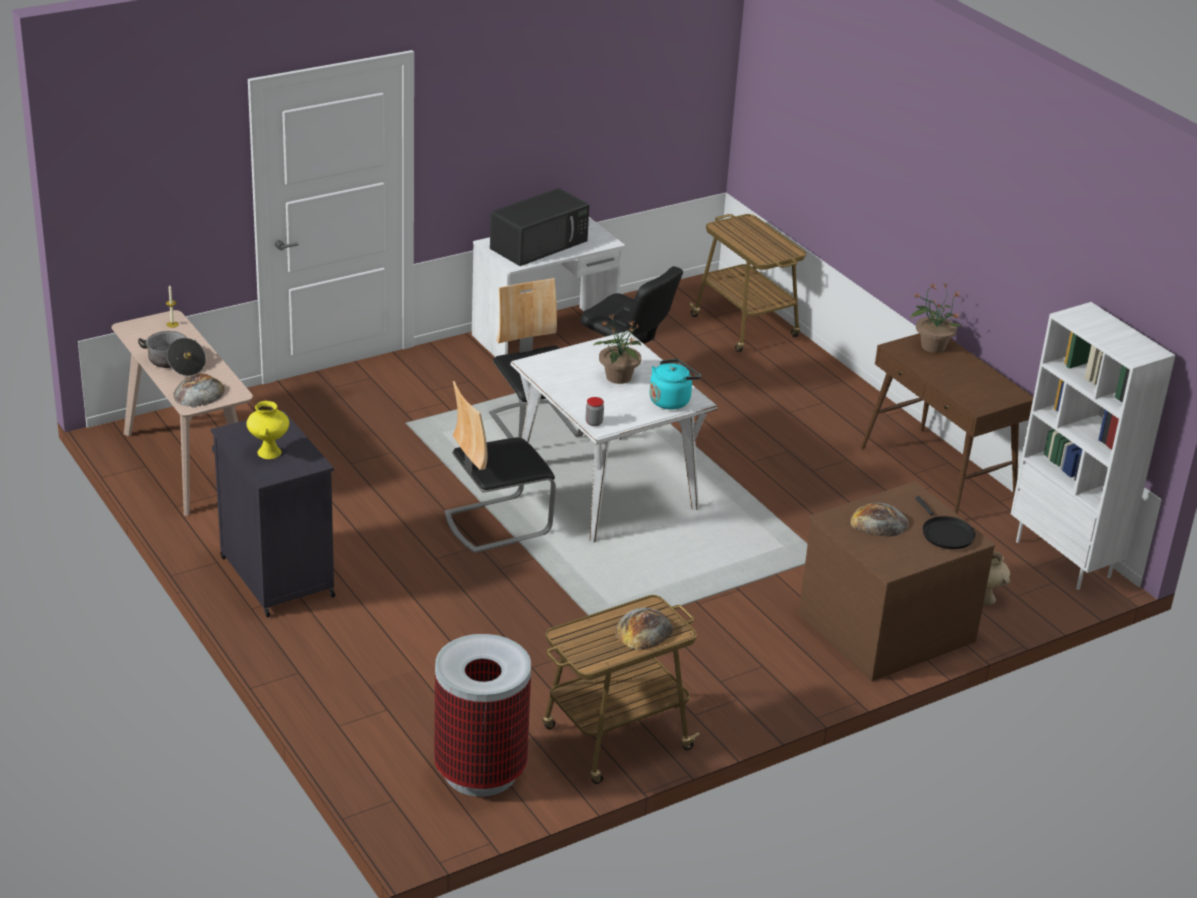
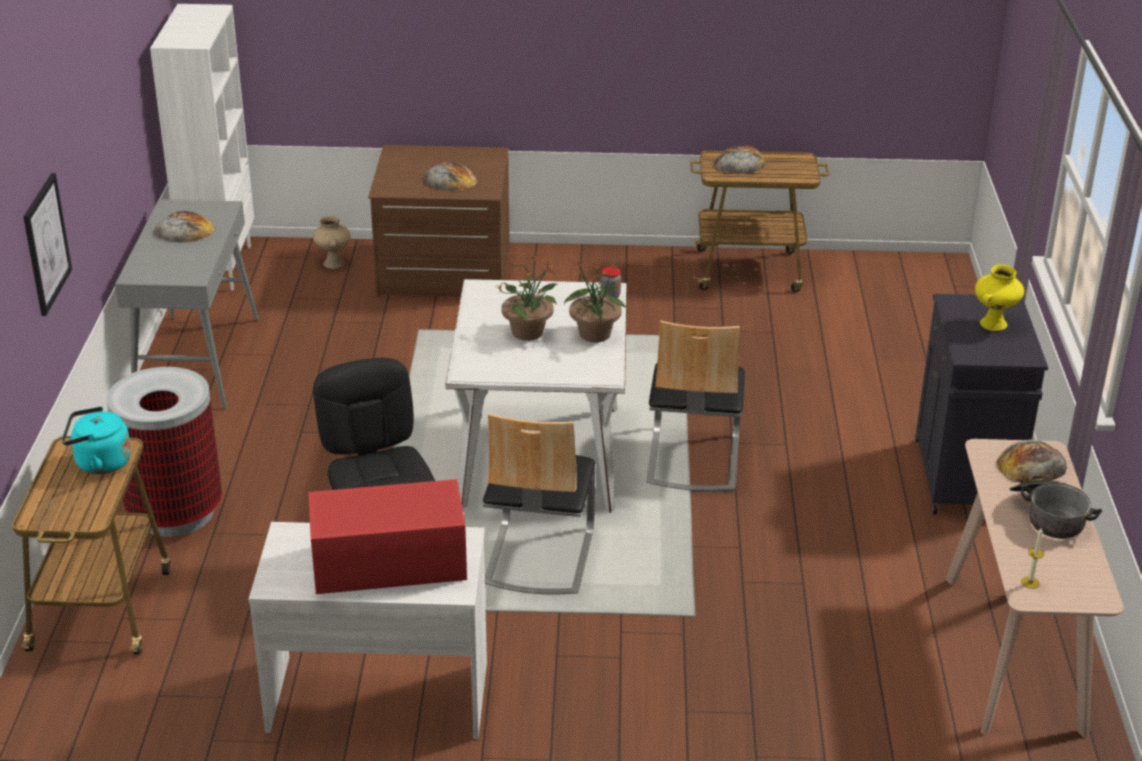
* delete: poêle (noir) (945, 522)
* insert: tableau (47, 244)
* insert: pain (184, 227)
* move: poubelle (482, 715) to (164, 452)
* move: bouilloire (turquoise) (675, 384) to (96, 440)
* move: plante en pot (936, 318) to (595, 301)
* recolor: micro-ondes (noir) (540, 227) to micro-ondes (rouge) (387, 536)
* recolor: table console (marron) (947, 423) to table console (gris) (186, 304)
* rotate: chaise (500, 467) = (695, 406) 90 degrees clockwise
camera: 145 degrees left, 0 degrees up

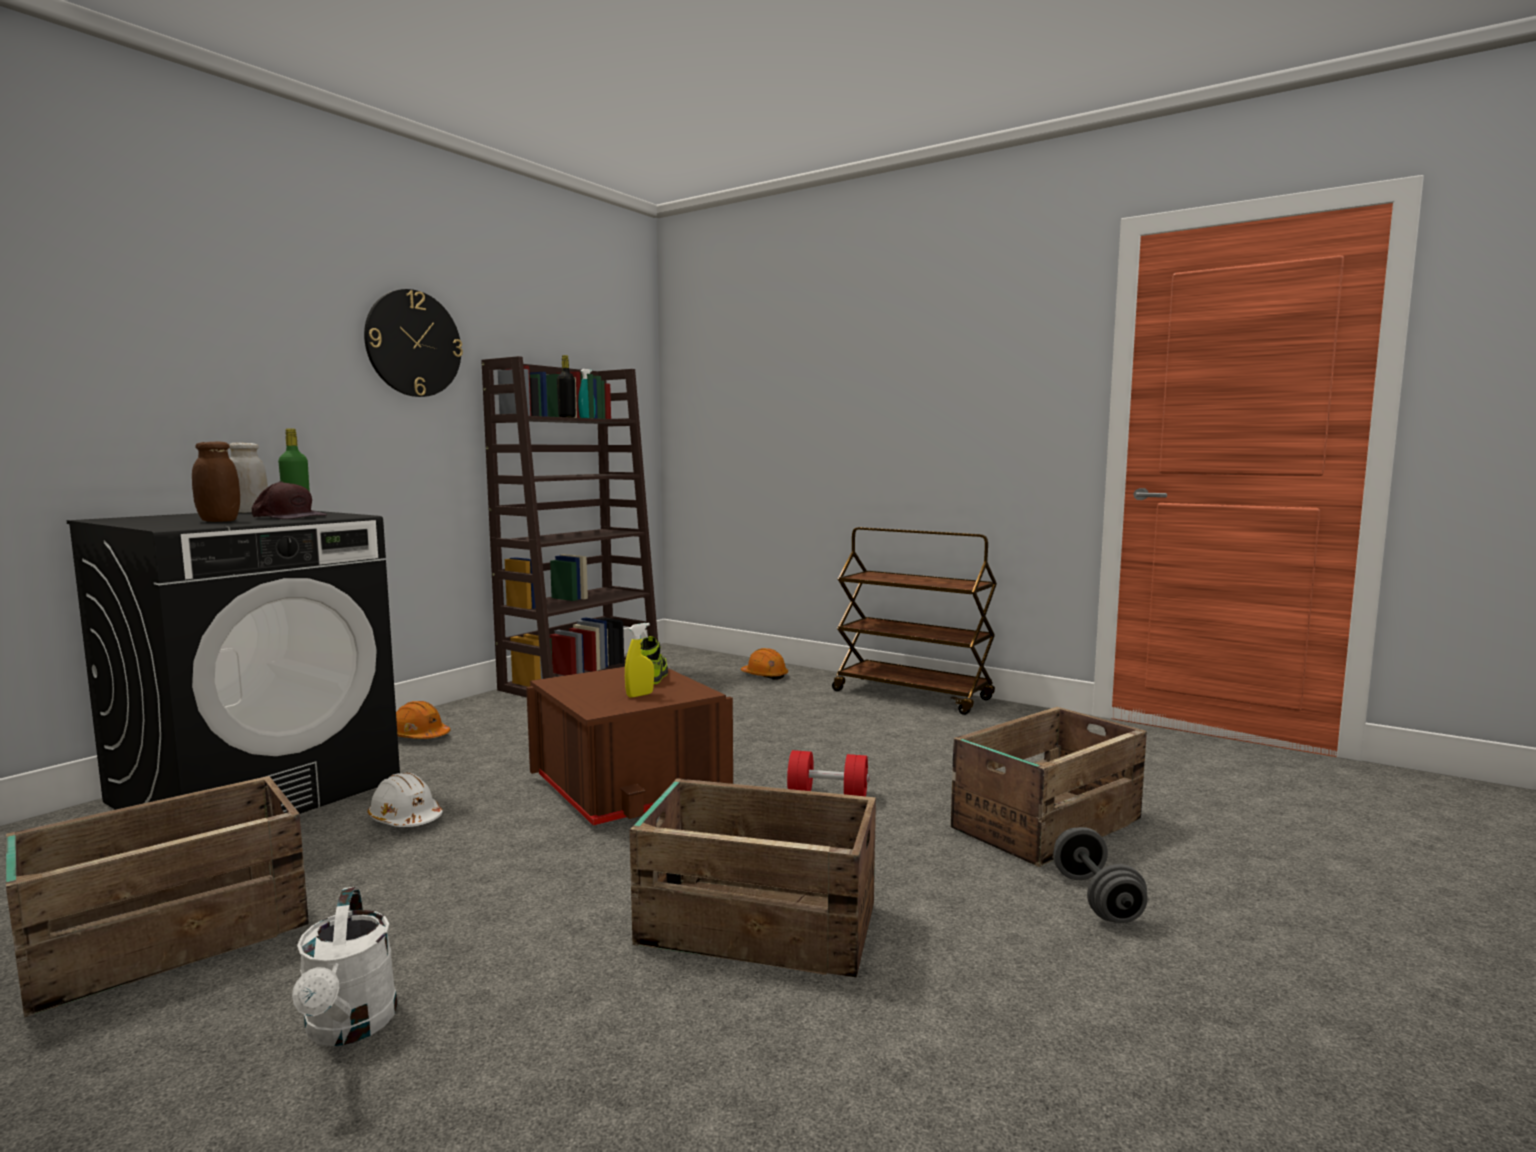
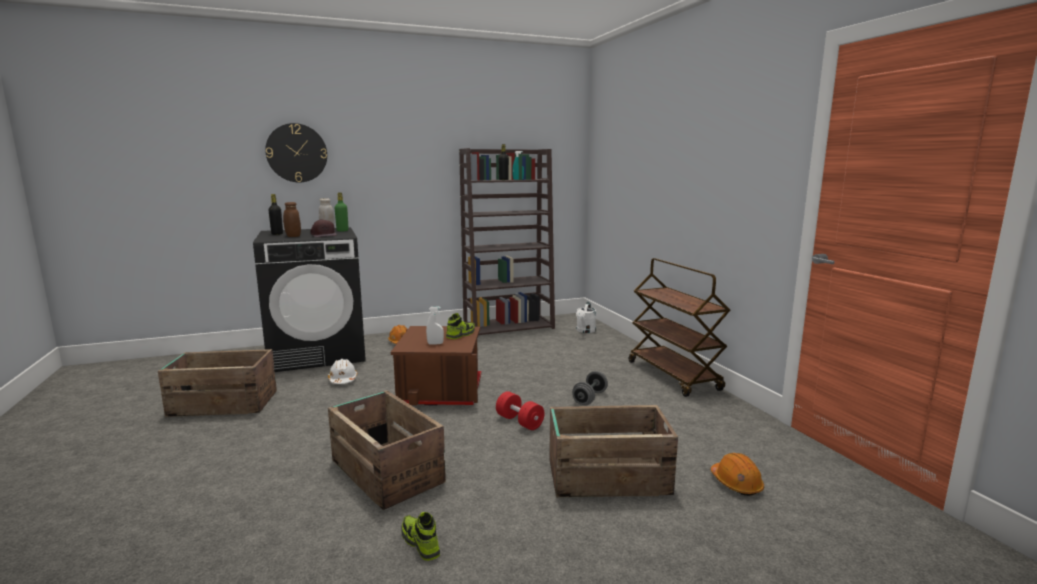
* insert: bouteille (noir) (275, 214)
* insert: chaussure (420, 536)
* move: arrosoir (blanc) (344, 966) to (586, 317)
* move: horloge murale (413, 343) to (296, 153)
* move: casque de chantier (orange) (764, 664) to (737, 474)
* move: haltère (gris) (1100, 875) to (590, 388)
* recolor: vaporisateur (jaune) (639, 660) to vaporisateur (blanc) (435, 325)
camera: 35 degrees right, 5 degrees up

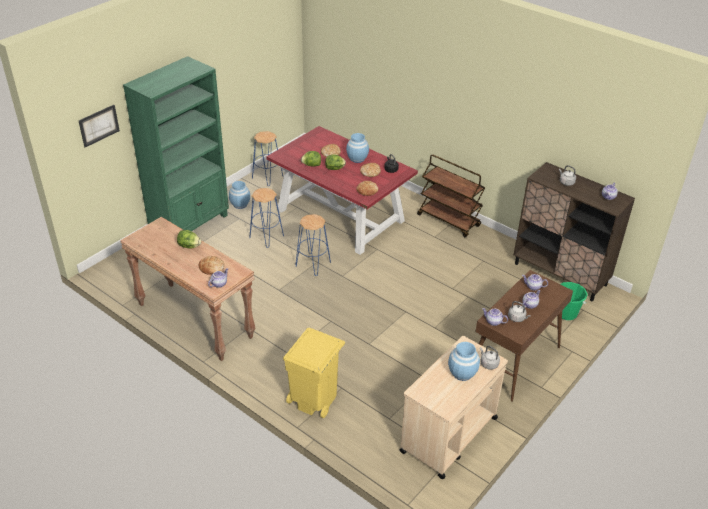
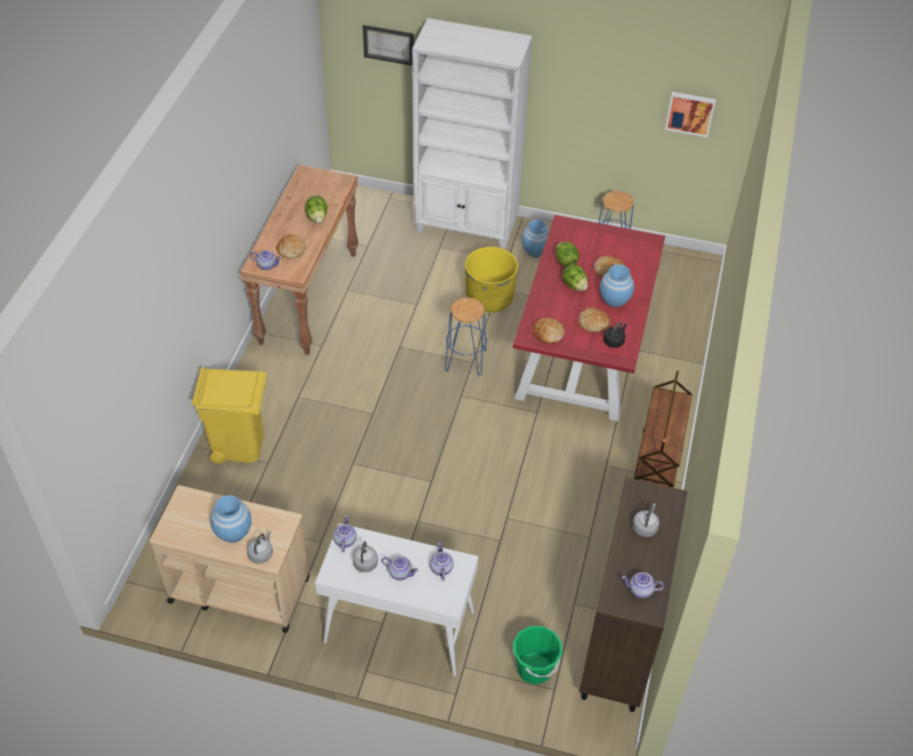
* insert: tableau (690, 114)
* replace: tabouret (bleu) (266, 218) to cache-pot (jaune) (491, 279)
* recolor: bibliothèque (vert) (176, 143) to bibliothèque (blanc) (472, 133)
* recolor: table console (marron) (524, 336) to table console (blanc) (397, 599)
camera: 65 degrees right, 10 degrees up

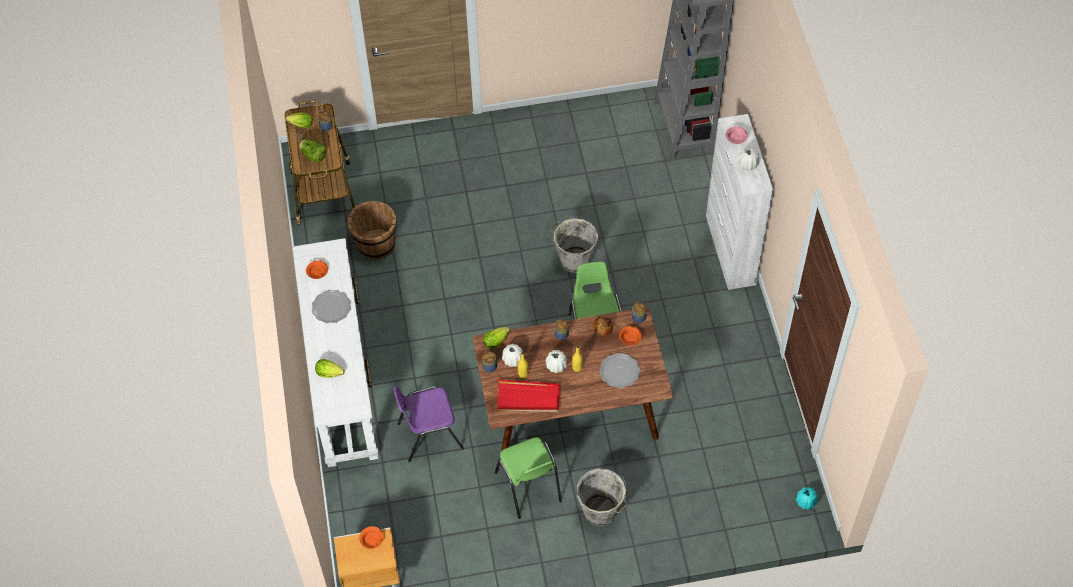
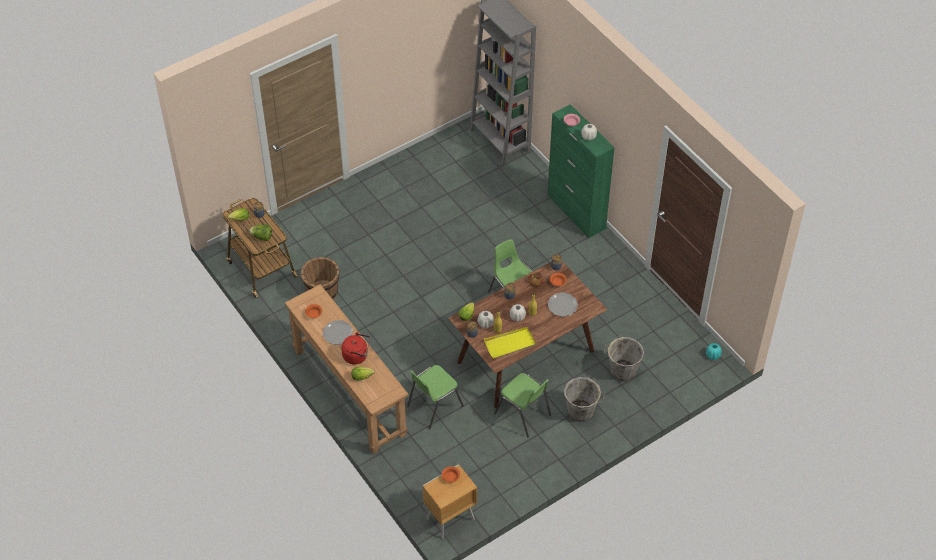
* insert: bouilloire (rouge) (355, 348)
* move: seau (gris) (574, 245) to (623, 358)
* recolor: table console (blanc) (335, 352) to table console (marron) (347, 369)
* recolor: chaise (violet) (428, 424) to chaise (vert) (435, 397)
* recolor: plateau (rouge) (528, 395) to plateau (jaune) (510, 343)
* recolor: meuble de rangement (blanc) (740, 202) to meuble de rangement (vert) (581, 171)
camera: 25 degrees left, 5 degrees down

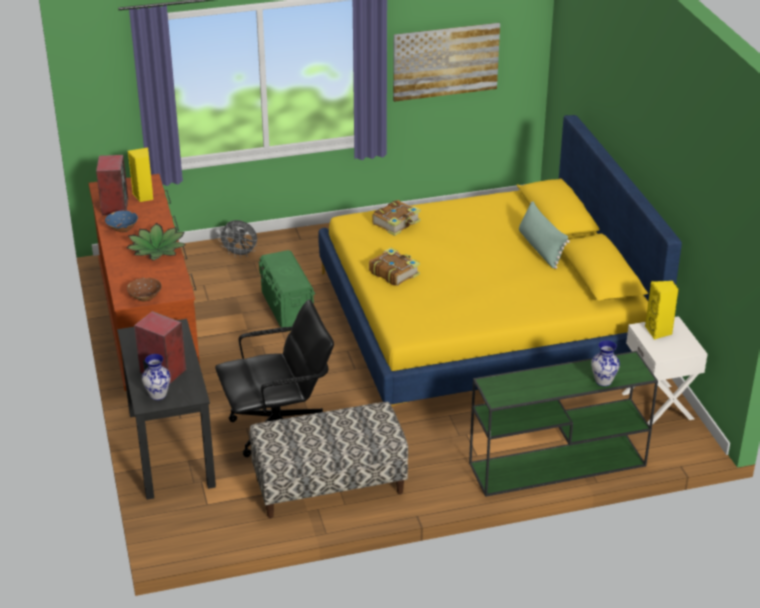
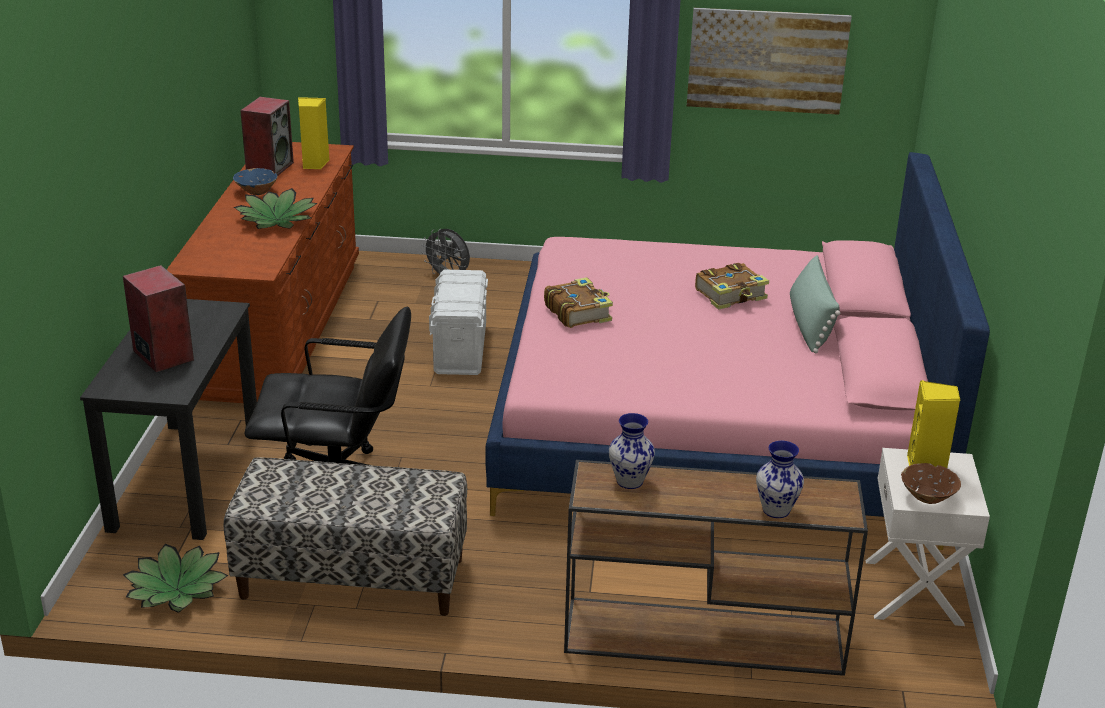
* insert: plante en pot (175, 578)
* move: bol (marron) (144, 289) to (931, 483)
* move: vase (156, 377) to (632, 451)
* move: livre (396, 218) to (732, 286)
* recolor: boîte de rangement (vert) (286, 291) to boîte de rangement (blanc) (458, 322)
* recolor: lit (jaune) (500, 261) to lit (rose) (737, 351)
* recolor: table console (vert) (563, 424) to table console (marron) (716, 568)
camera: 20 degrees right, 5 degrees down

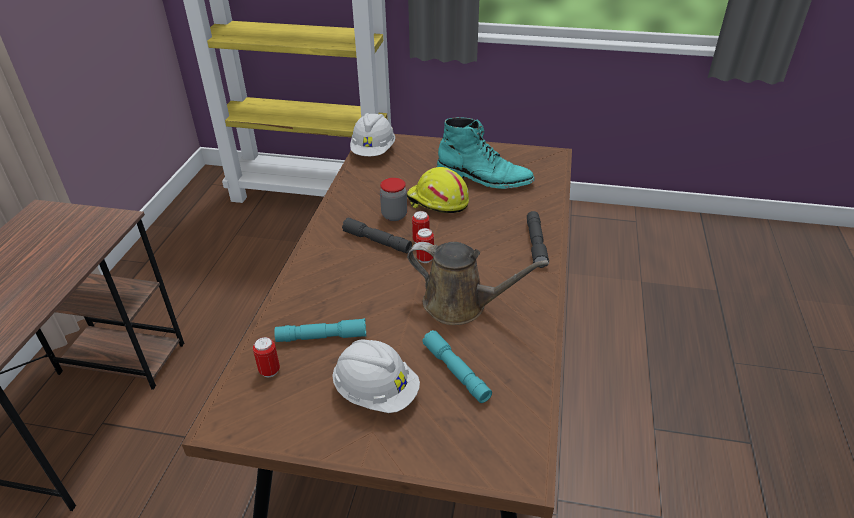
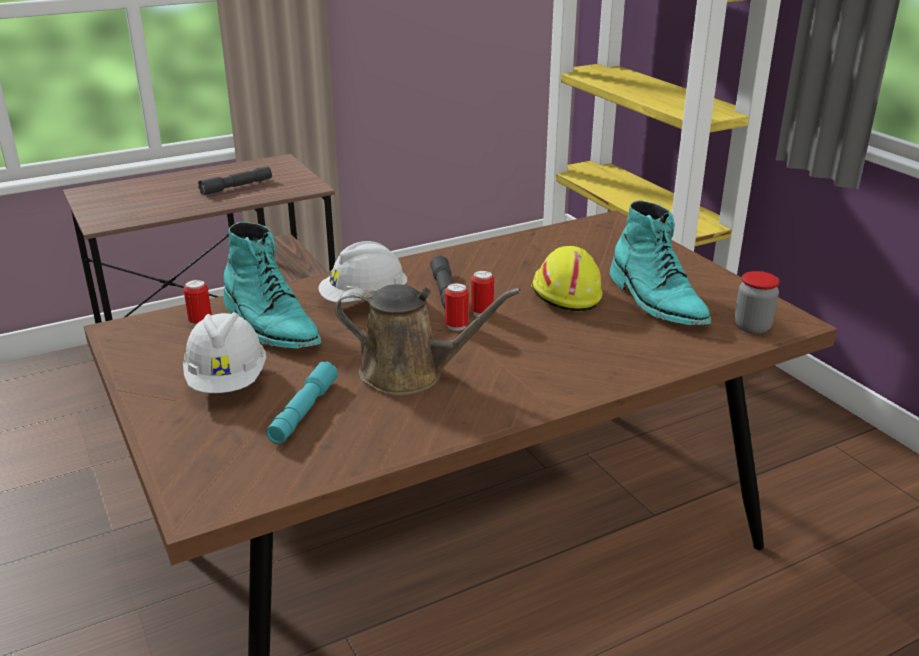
* move: casque de chantier (blanc) (372, 134) to (362, 272)
* move: bocal (393, 199) to (757, 302)
* move: lampe de poche (gris) (538, 239) to (235, 181)
* replace: lampe de poche (turquoise) (320, 330) to botte (turquoise) (272, 285)
* rotate: arrosoir (marron) (478, 283) = (428, 339) 60 degrees counterclockwise
camera: 50 degrees right, 10 degrees down

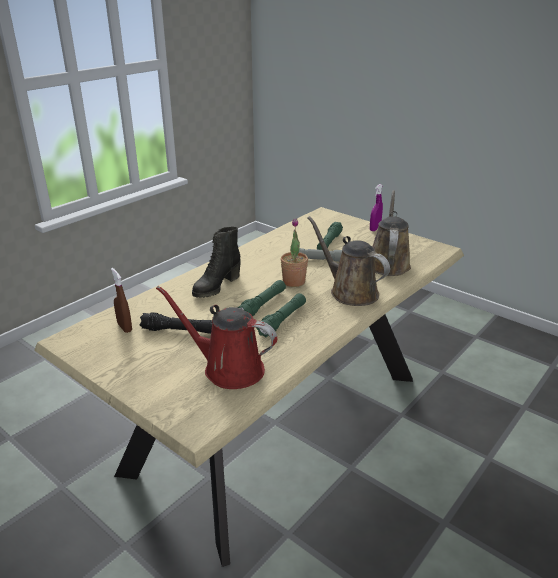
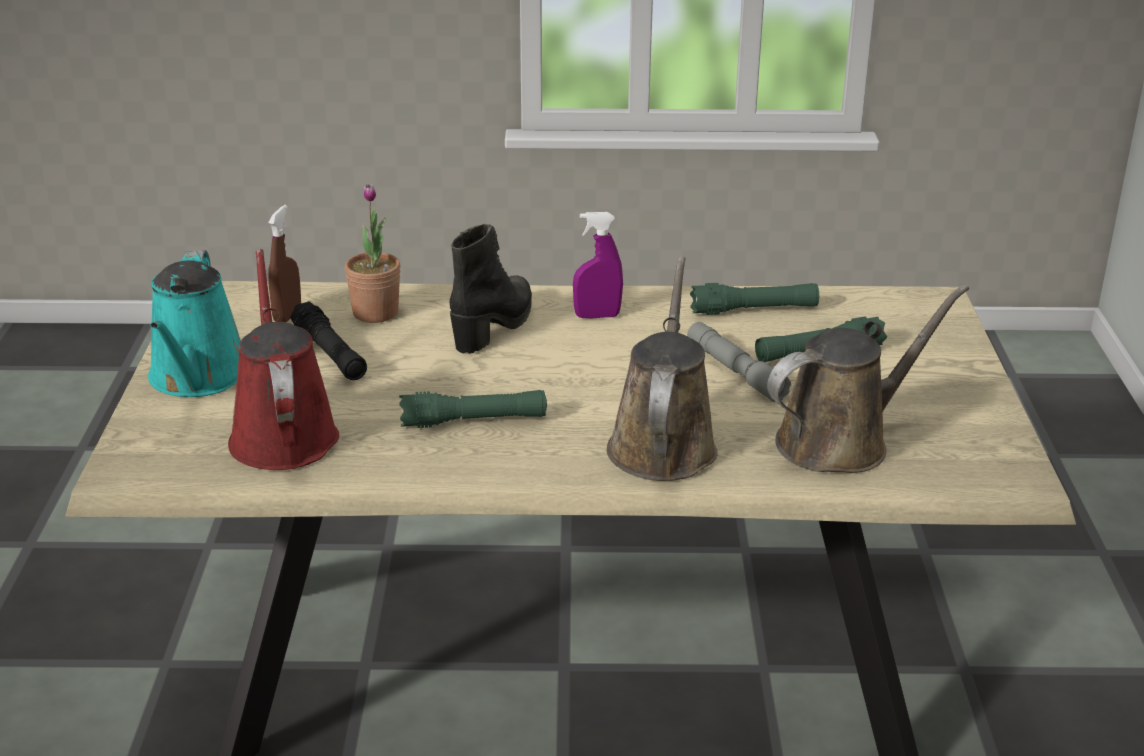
* insert: arrosoir (turquoise) (194, 323)
* move: lampe de poche (vert) (262, 298) to (754, 299)
* move: plante en pot (294, 252) to (373, 253)
* move: vaporisateur (violet) (376, 207) to (598, 265)
* rotate: botte (noir) (216, 262) = (491, 289) 120 degrees clockwise
camera: 50 degrees right, 0 degrees up

